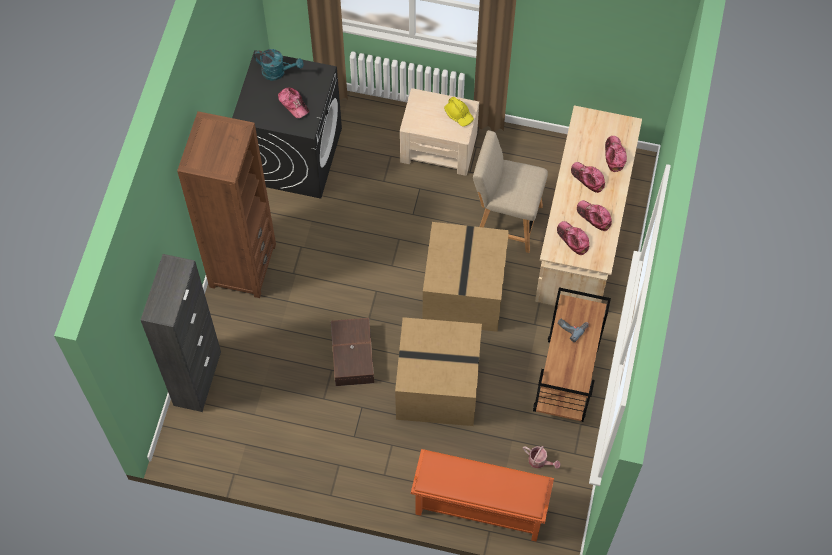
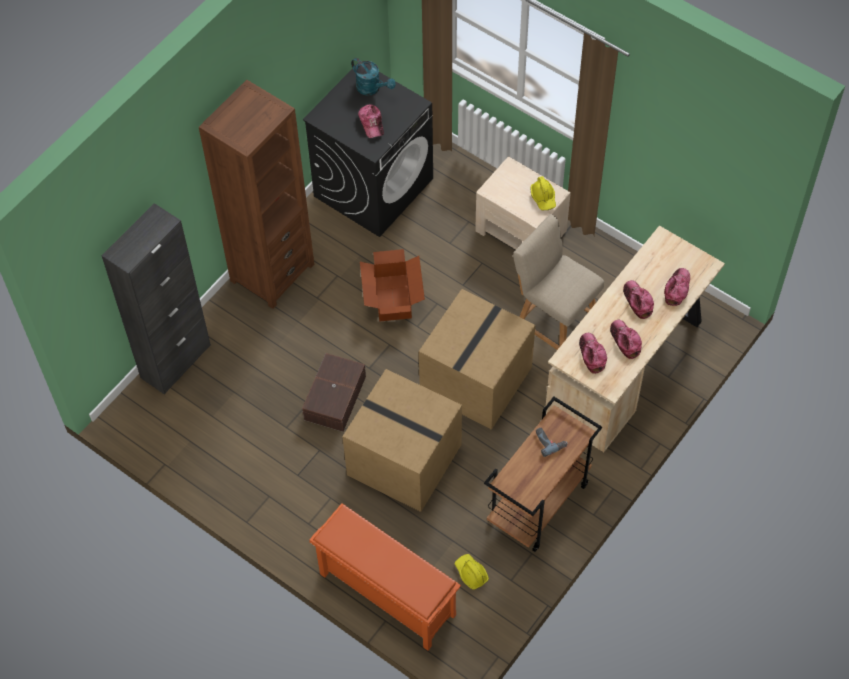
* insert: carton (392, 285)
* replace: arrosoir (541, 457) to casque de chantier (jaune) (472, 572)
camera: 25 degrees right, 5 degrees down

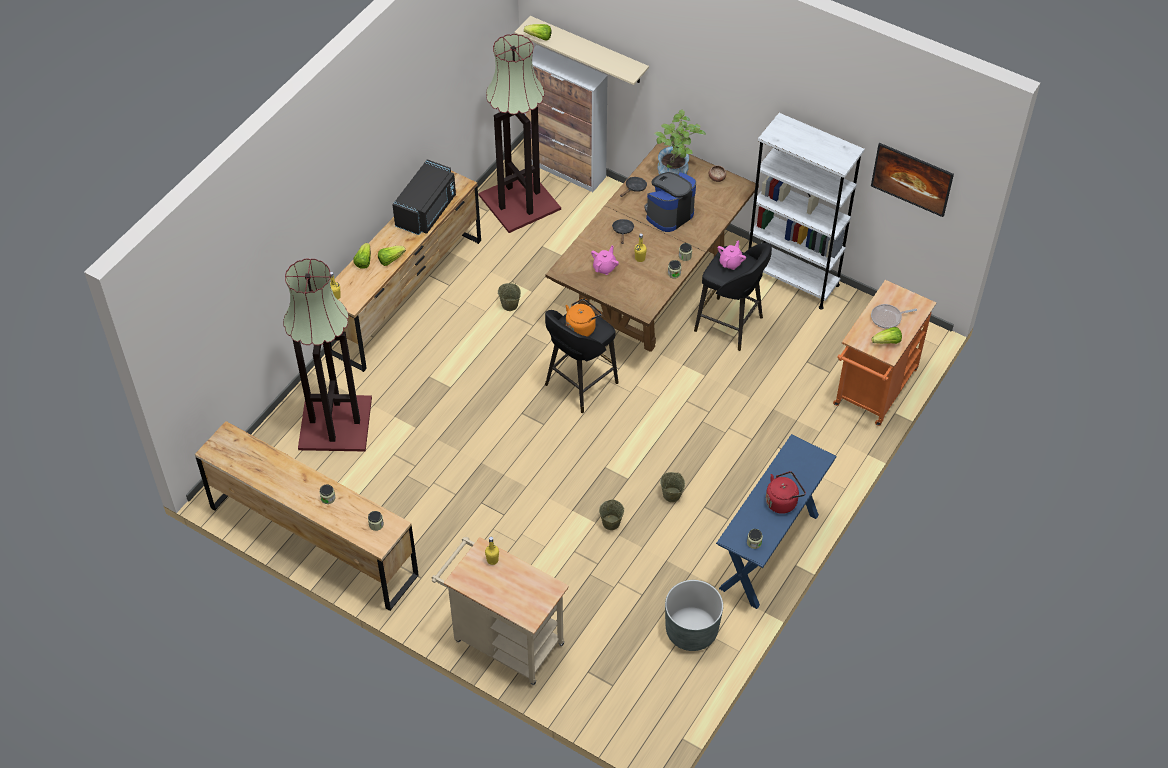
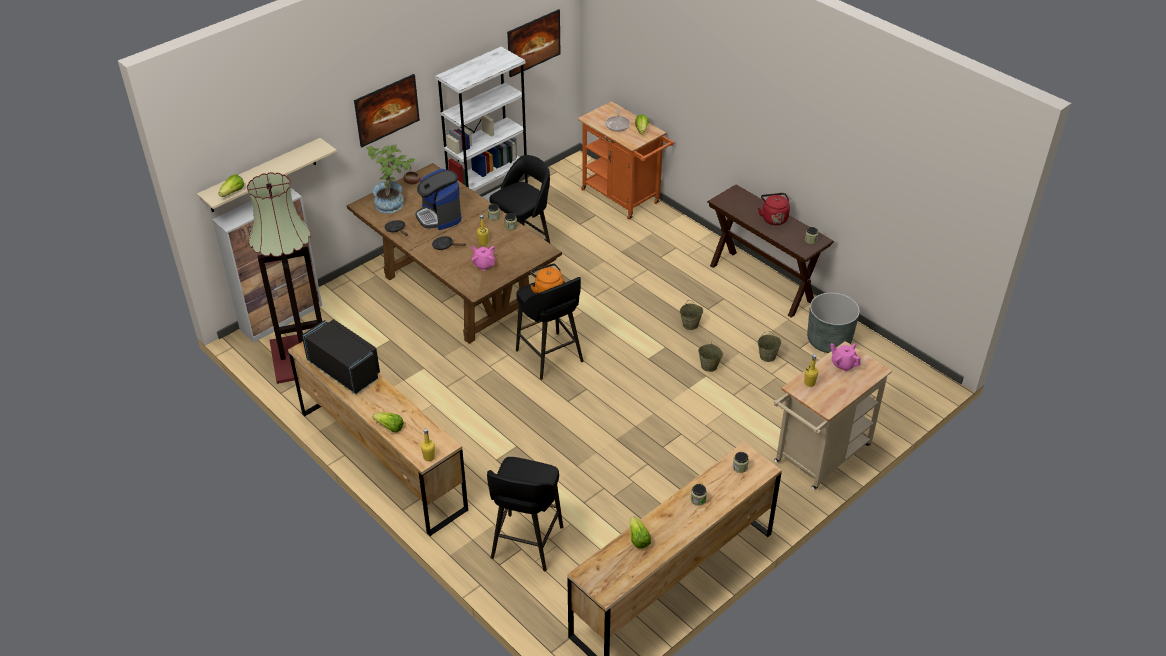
* insert: tableau (387, 110)
* move: laitue (392, 256) to (640, 533)
* move: seau (beige) (509, 296) to (770, 347)
* move: théière (rose) (732, 255) to (845, 357)
* replace: lampadaire (327, 355) to tabouret (noir) (525, 514)
* recolor: table console (bleu) (776, 521) to table console (marron) (770, 251)
camera: 75 degrees left, 10 degrees down

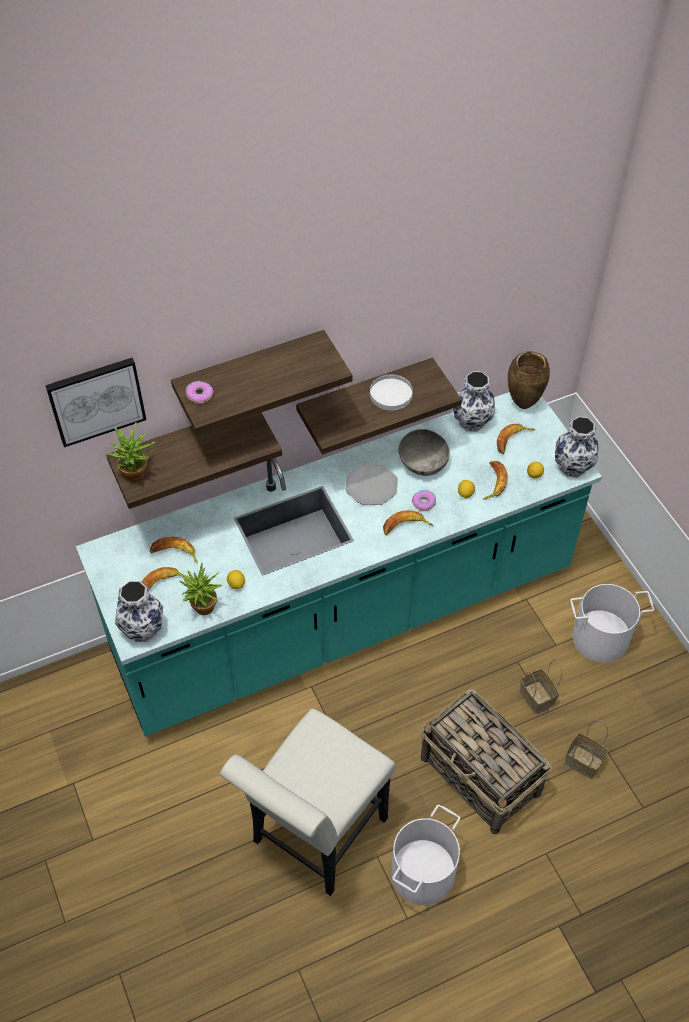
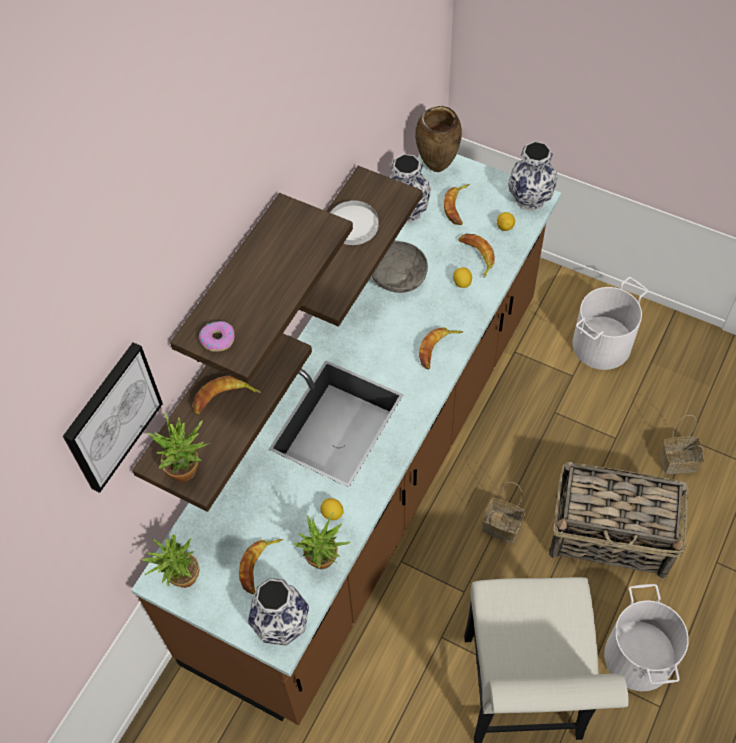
* delete: assiette (372, 484)
* delete: beignet (424, 500)
* insert: plante en pot (170, 561)
* move: banane (174, 550) to (226, 395)
* move: panier (541, 686) to (503, 512)
* recolor: comptoir de cuisine (turquoise) (339, 564) to comptoir de cuisine (marron) (346, 439)
camera: 35 degrees left, 5 degrees up

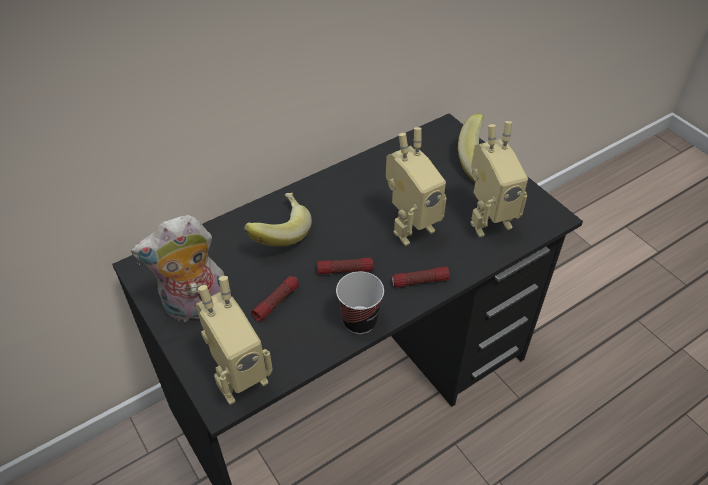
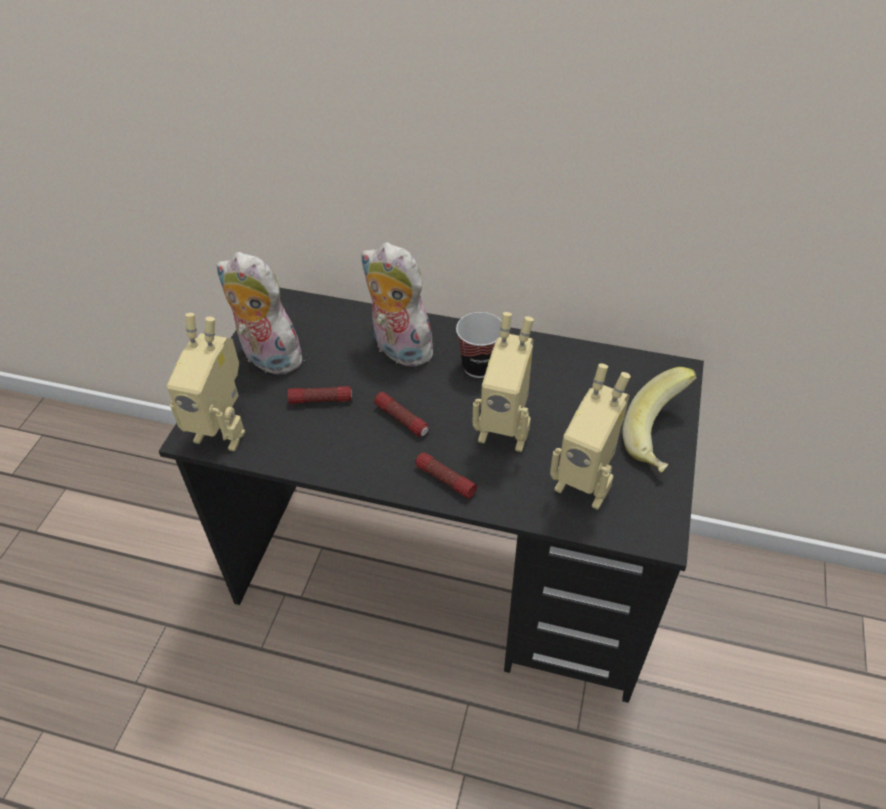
* move: tasse (360, 303) to (479, 345)
* replace: banane (278, 219) to peluche (401, 304)
camera: 50 degrees right, 0 degrees up

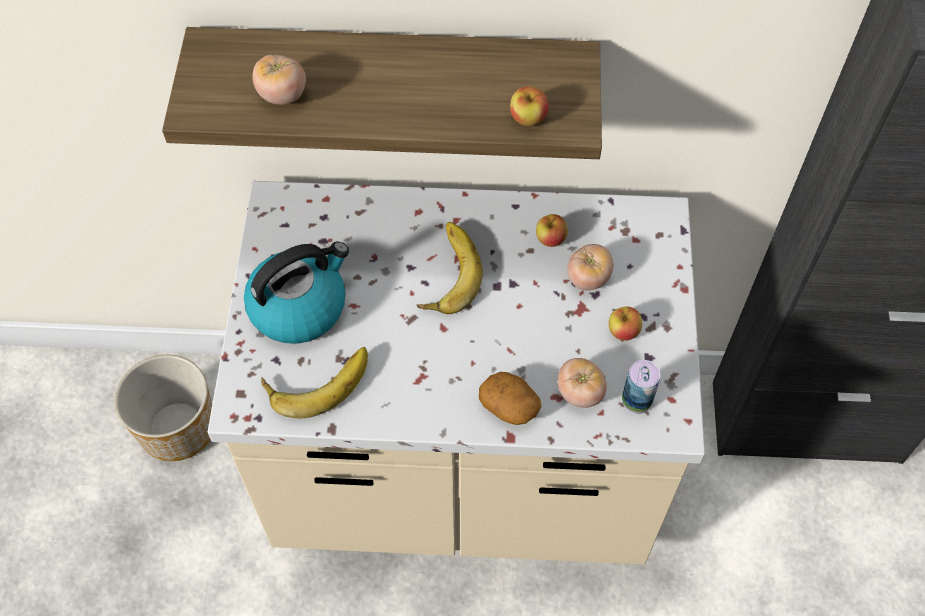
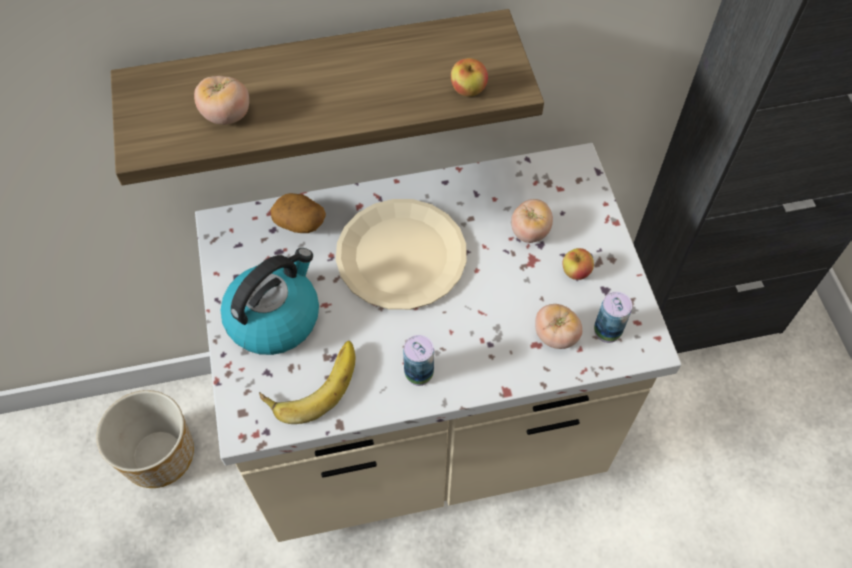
* delete: pomme (552, 230)
* insert: boîte métallique (418, 360)
* move: pomme de terre (510, 398) to (298, 213)
* replace: banane (450, 268) to assiette (beige) (401, 254)
camera: 15 degrees left, 0 degrees up

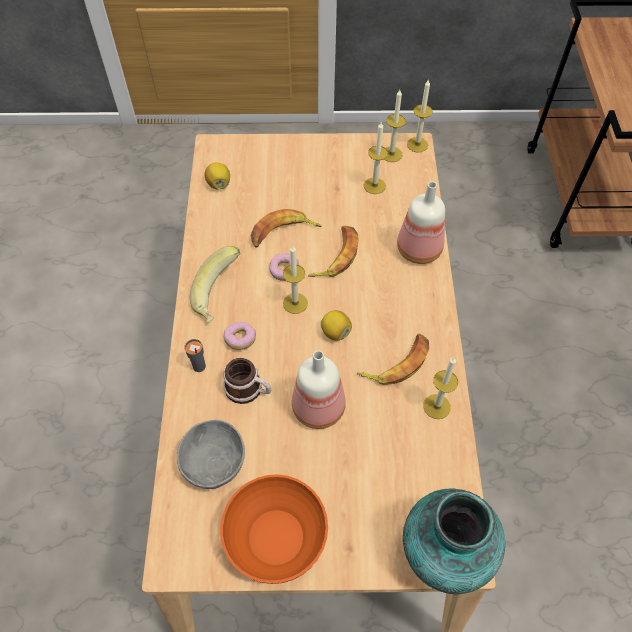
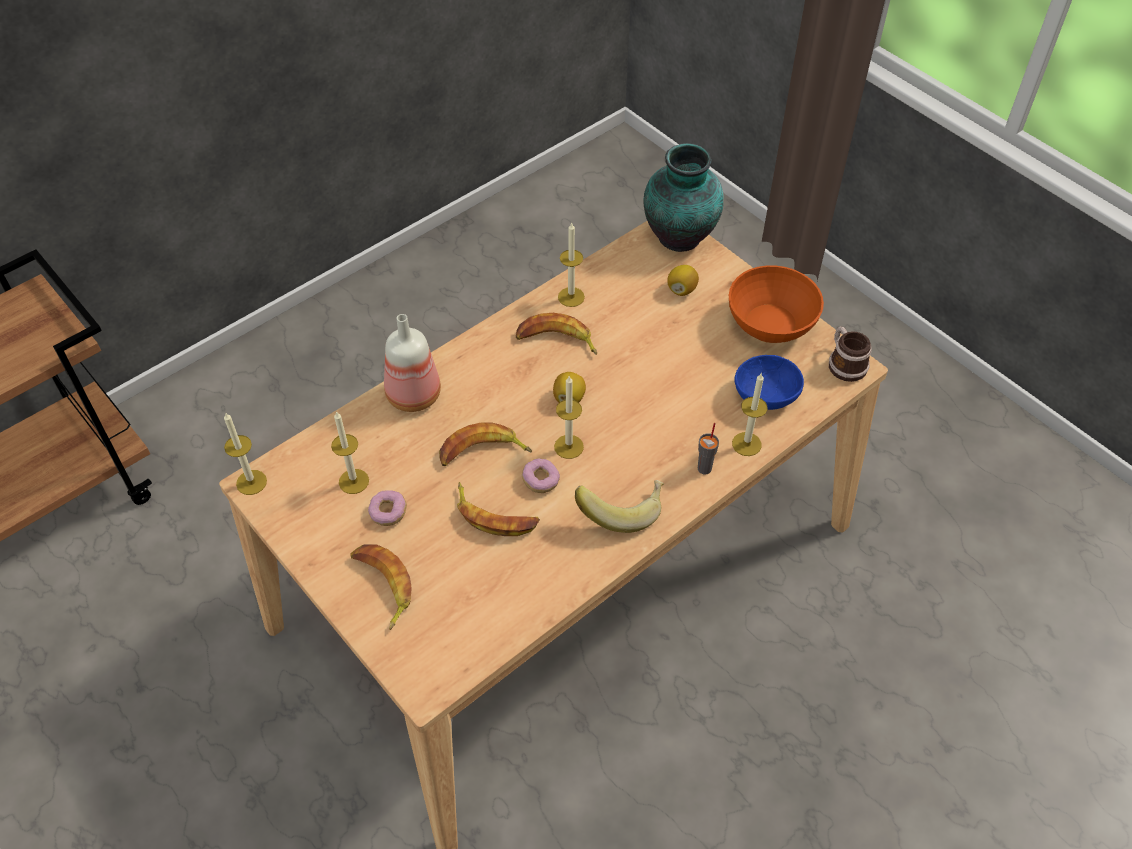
* delete: bouteille (319, 390)
* insert: banane (381, 587)
* move: citron (217, 176) to (683, 280)
* move: mug (247, 381) to (850, 354)
* move: beignet (240, 336) to (387, 508)
* move: bougie (395, 126) to (749, 415)
* recolor: bol (gris) (211, 454) to bol (bleu) (769, 382)
camera: 130 degrees left, 5 degrees down

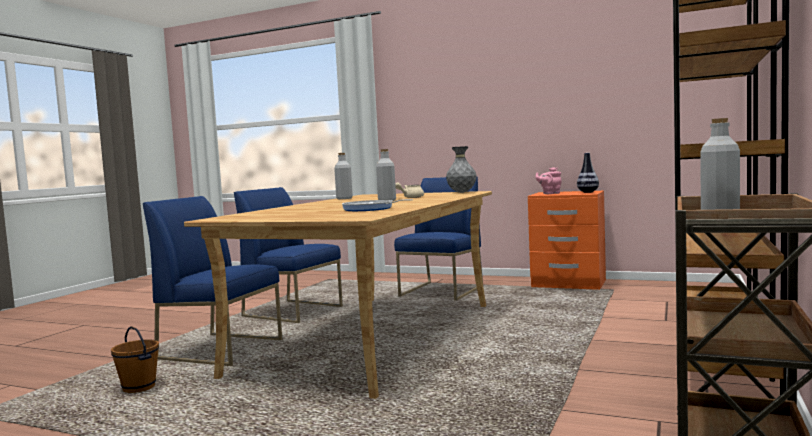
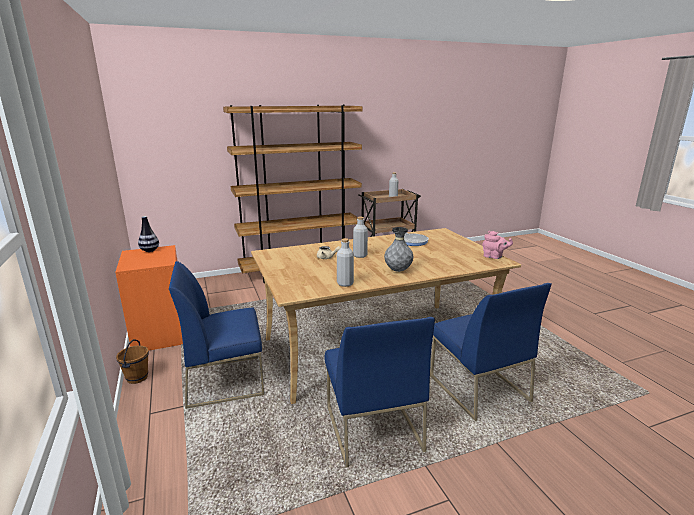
* move: seau (marron) (135, 359) to (132, 361)
* move: vase (gris) (461, 169) to (398, 249)
* move: théière (rose) (549, 180) to (497, 245)
camera: 135 degrees left, 15 degrees up

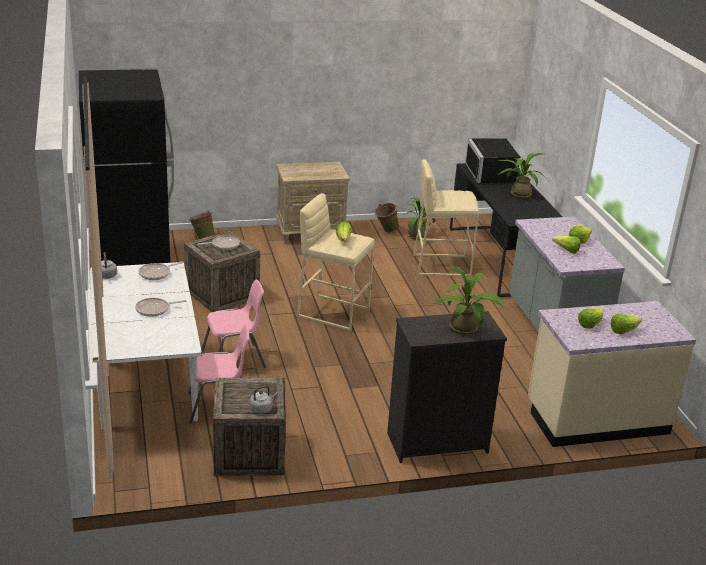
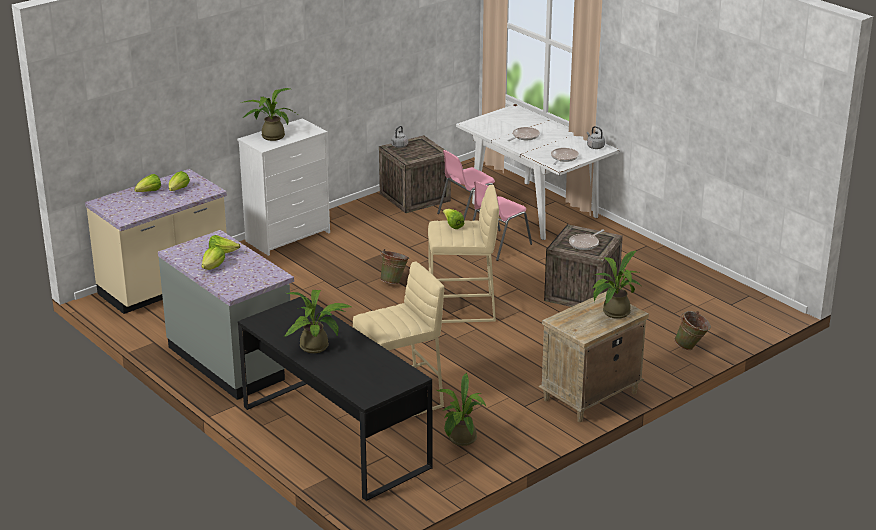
* delete: réfrigérateur (noir) (126, 167)
* delete: micro-ondes (noir) (494, 161)
* insert: plante en pot (617, 285)
* move: seau (vert) (387, 217) to (394, 266)
* recolor: commode (noir) (447, 387) to commode (blanc) (283, 187)
camera: 155 degrees right, 0 degrees up

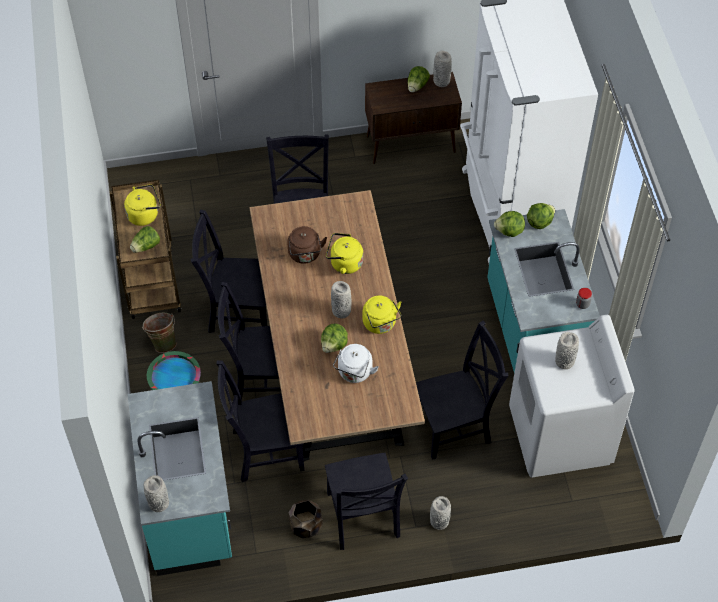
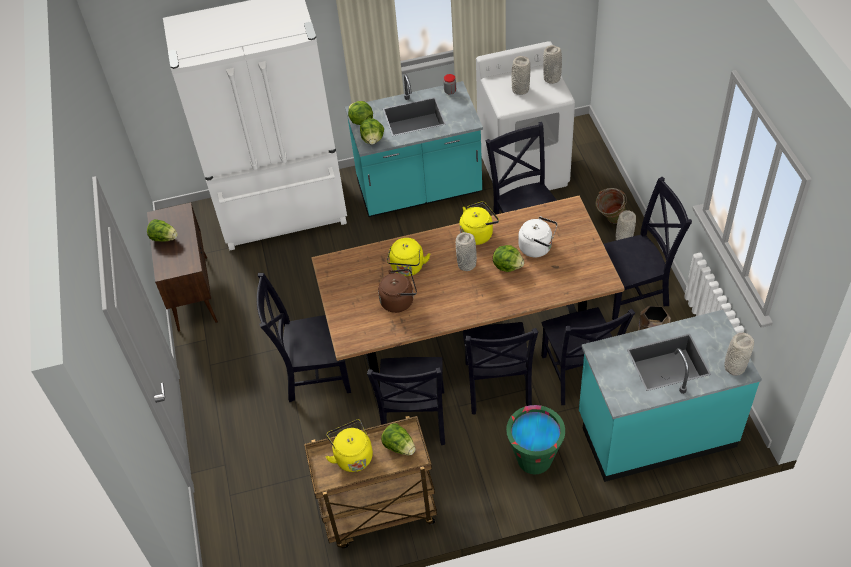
* move: seau (vert) (159, 333) to (611, 206)
* move: vase (gris) (442, 69) to (552, 64)
camera: 90 degrees left, 5 degrees down

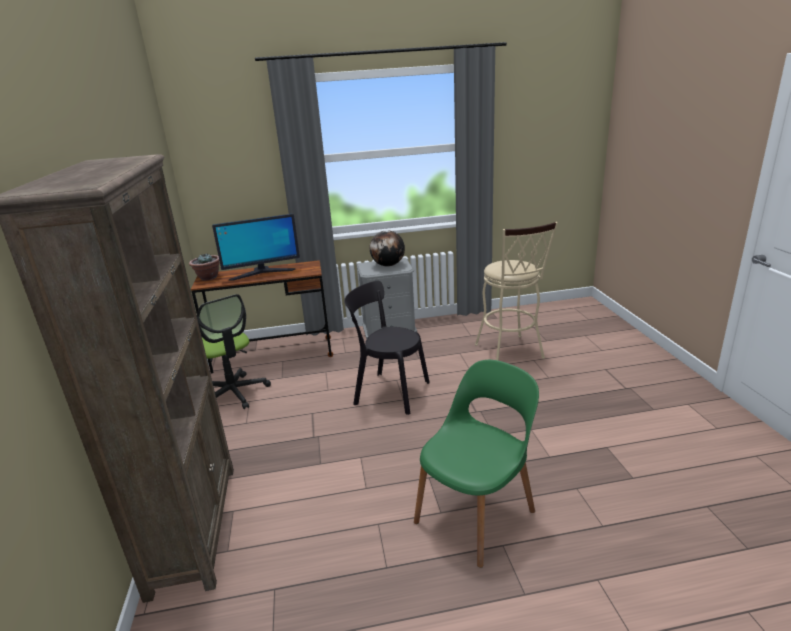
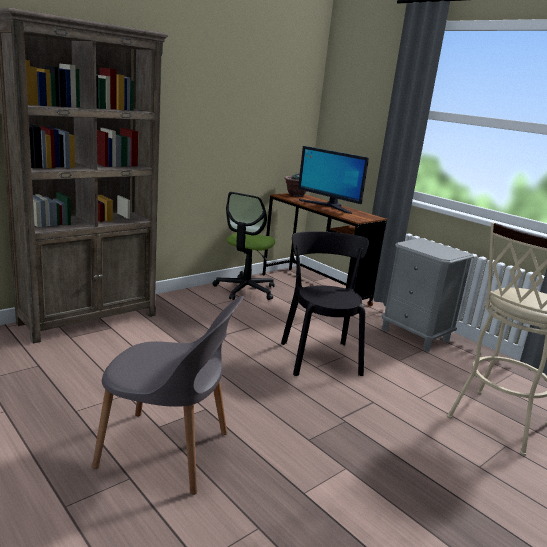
* delete: globe (387, 248)
* recolor: chaise (vert) (476, 464) to chaise (gris) (168, 395)
camera: 55 degrees right, 5 degrees down

